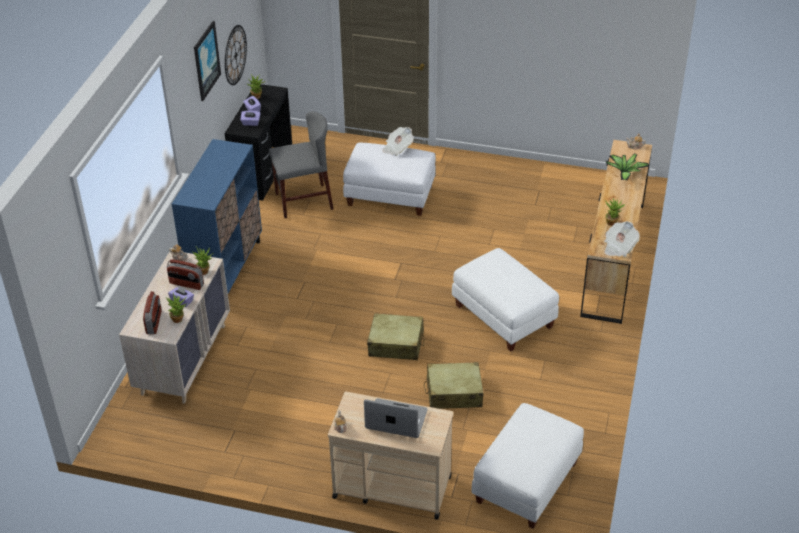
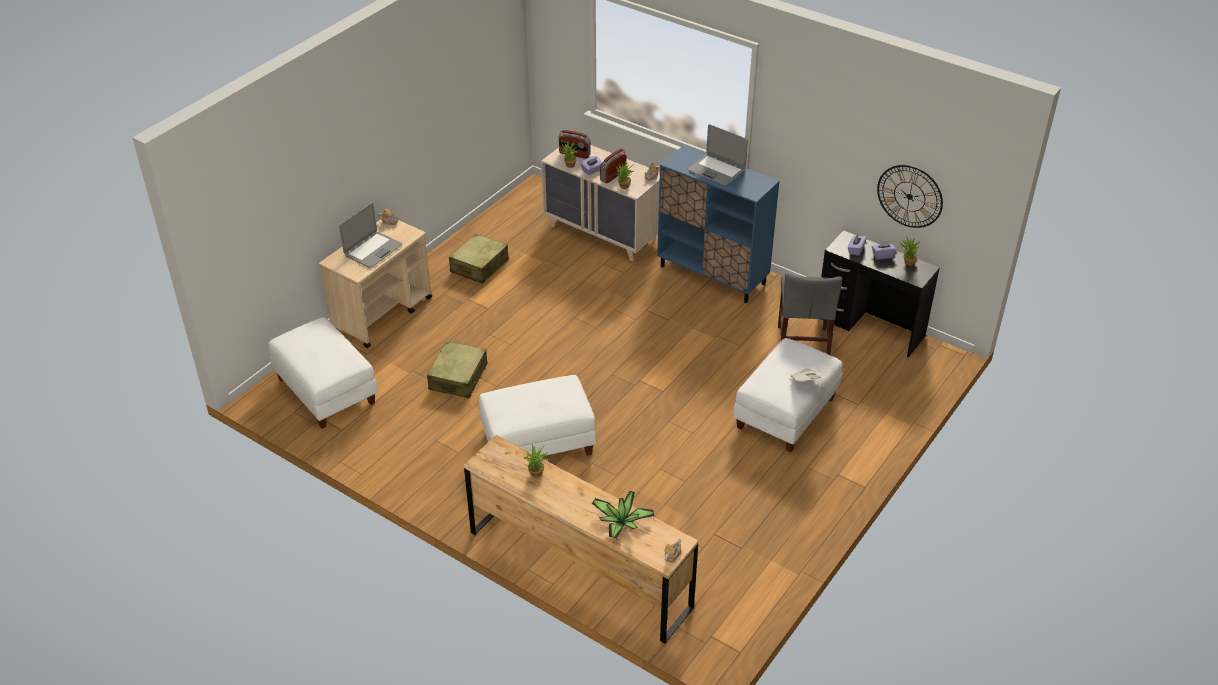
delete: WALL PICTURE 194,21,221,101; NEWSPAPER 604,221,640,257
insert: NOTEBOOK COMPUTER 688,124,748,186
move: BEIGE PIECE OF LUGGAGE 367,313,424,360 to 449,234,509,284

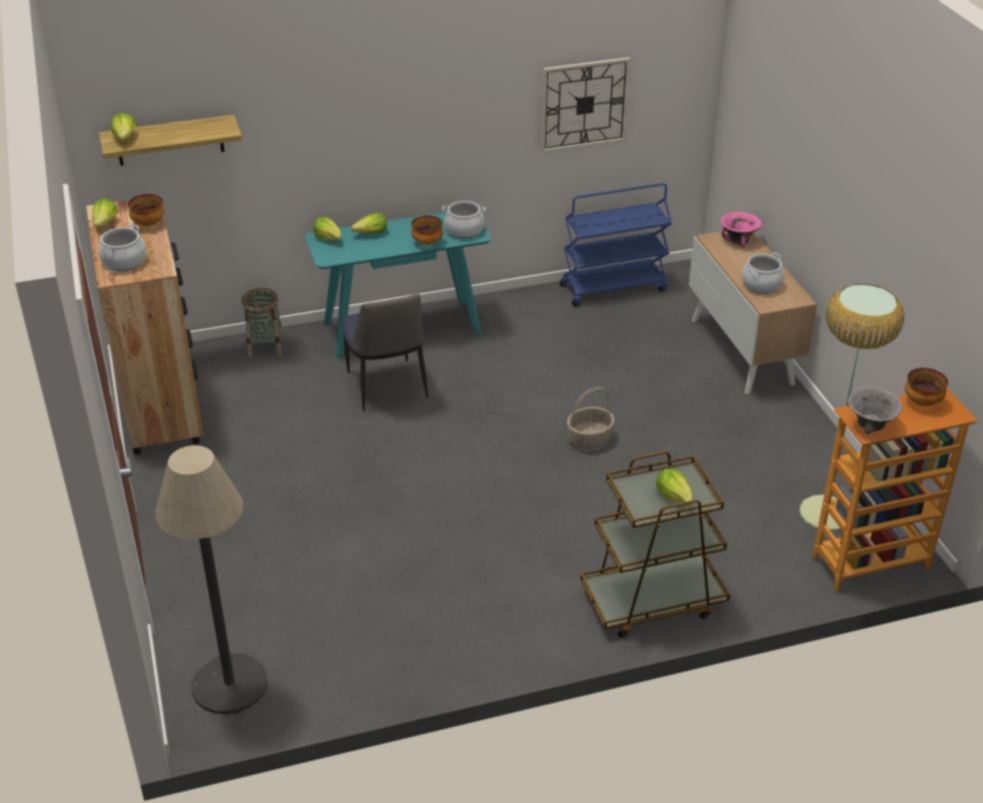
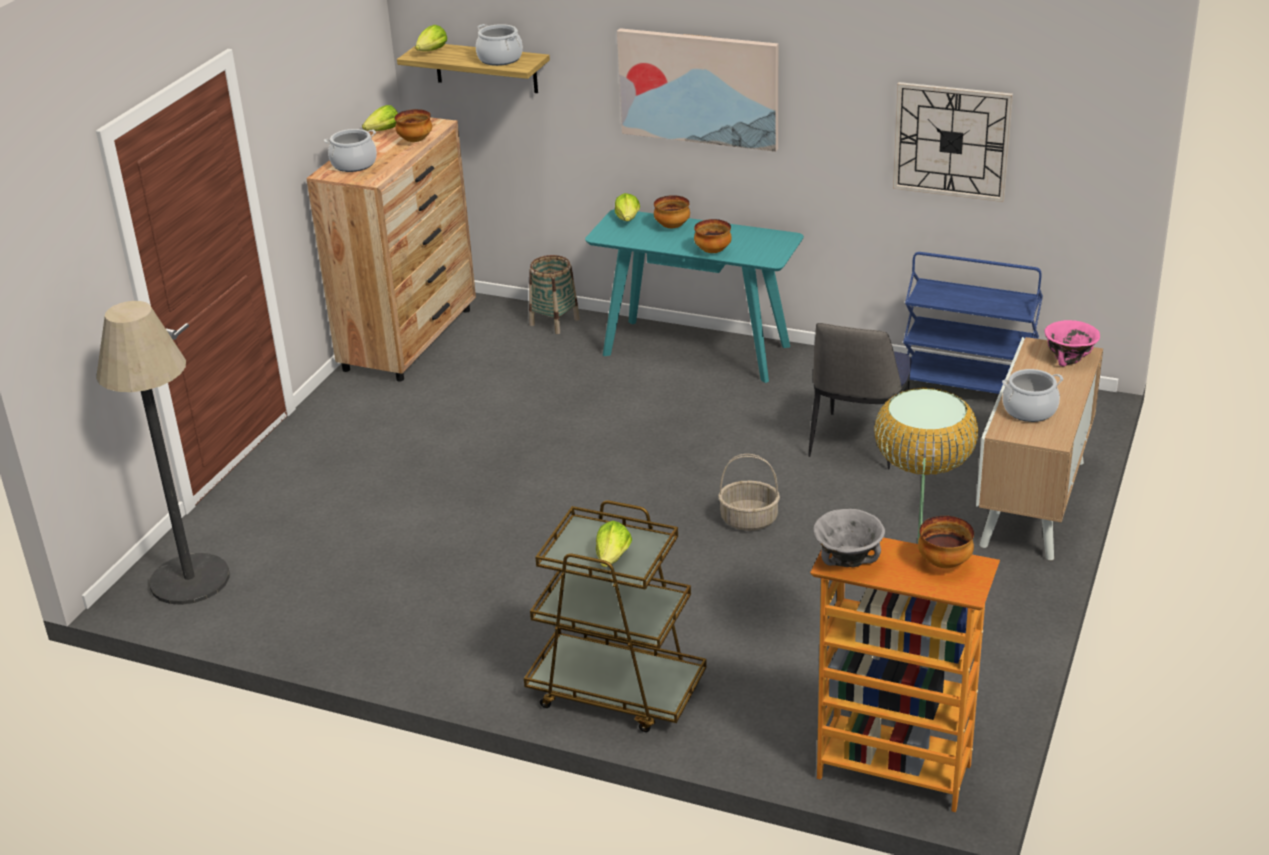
insert: WALL PICTURE 617,28,778,152
move: STOCKPOT 442,201,486,238 to 476,24,523,66; UPRIGHT CHAIR 342,294,428,412 to 808,323,912,469
replace: LETTUCE HEAD 351,213,387,234 to DEEP DISH 654,195,690,228

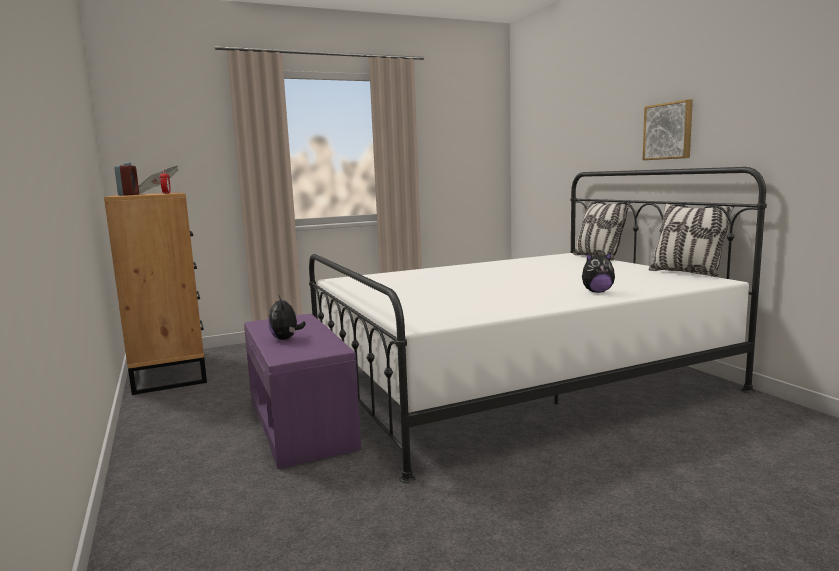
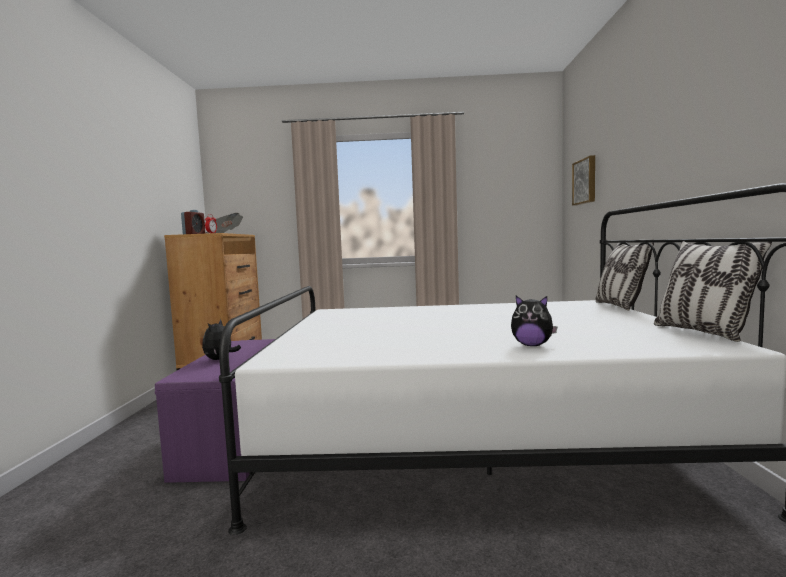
move: WALL PICTURE 643,99,693,160 to 572,155,595,206

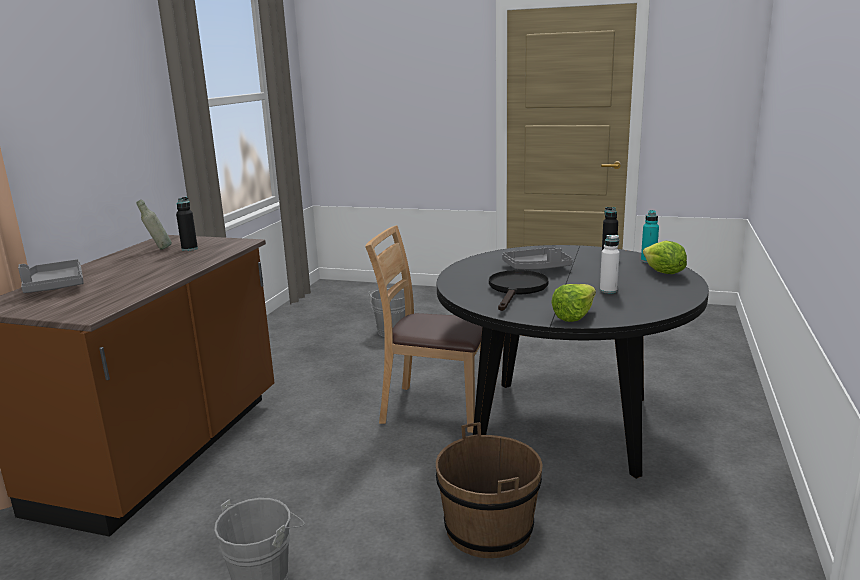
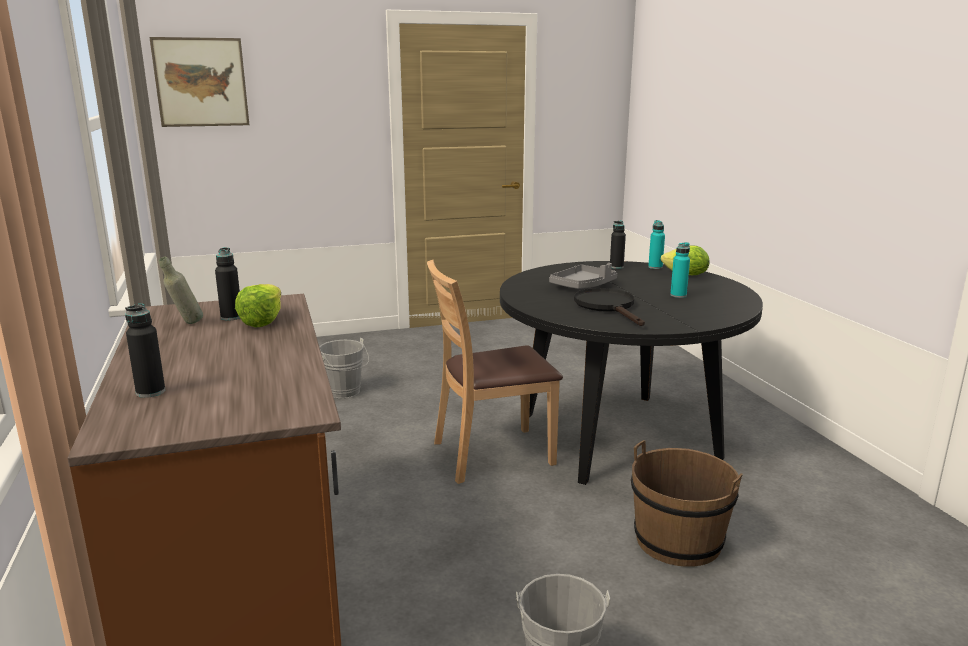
insert: WALL PICTURE 149,37,249,127
move: LETTUCE HEAD 551,284,596,322 to 235,284,281,327
replace: GREY CARRYING TRAY 18,259,84,293 to BLACKISH DRINK BOTTLE 125,304,165,398
recolor: WHITISH DRINK BOTTLE 600,235,619,294 to TURQUOISE DRINK BOTTLE 670,242,690,298

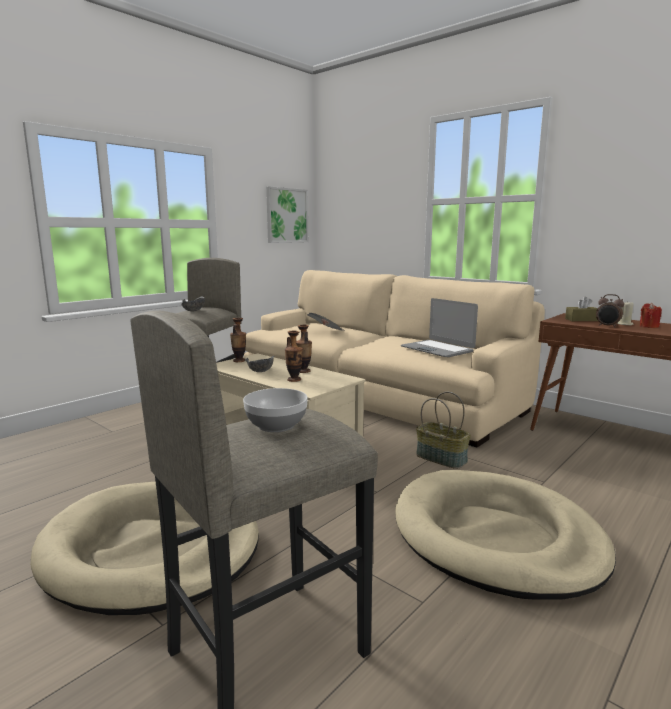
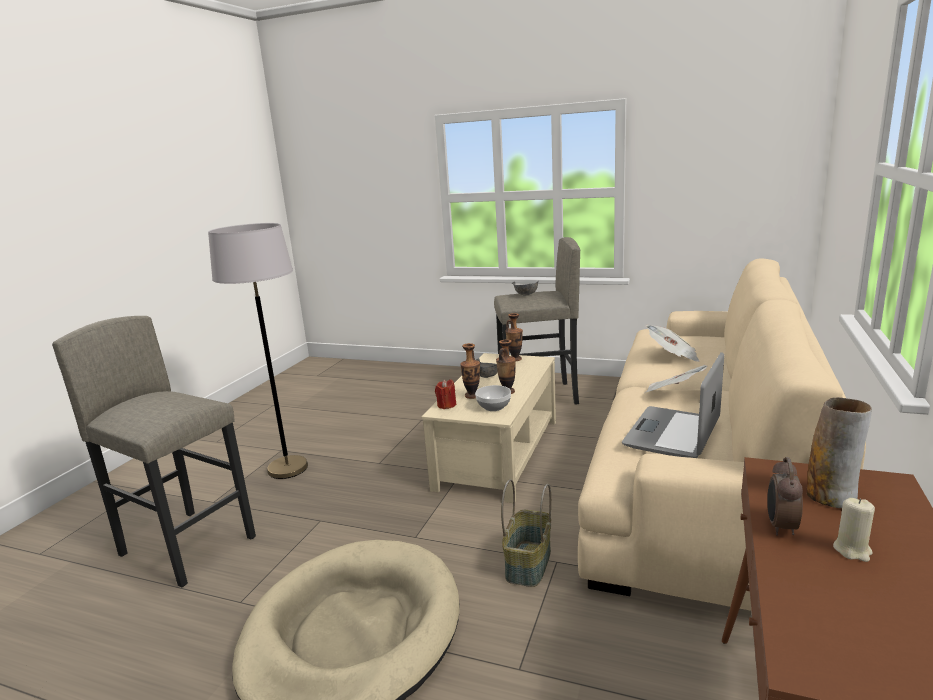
delete: WALL PICTURE 266,186,308,243
insert: NEWSPAPER 645,365,708,393
move: RED-COLOURED WAX LIGHT 640,303,662,328 to 435,379,457,409; DEEP DISH 243,388,308,432 to 475,385,511,411
replace: BEIGE PET BED 30,481,259,615 to GREY STANDING LAMP 208,223,308,479; BROWNISH TISSUE BOX 565,297,598,321 to FLOWER VASE 807,397,872,508

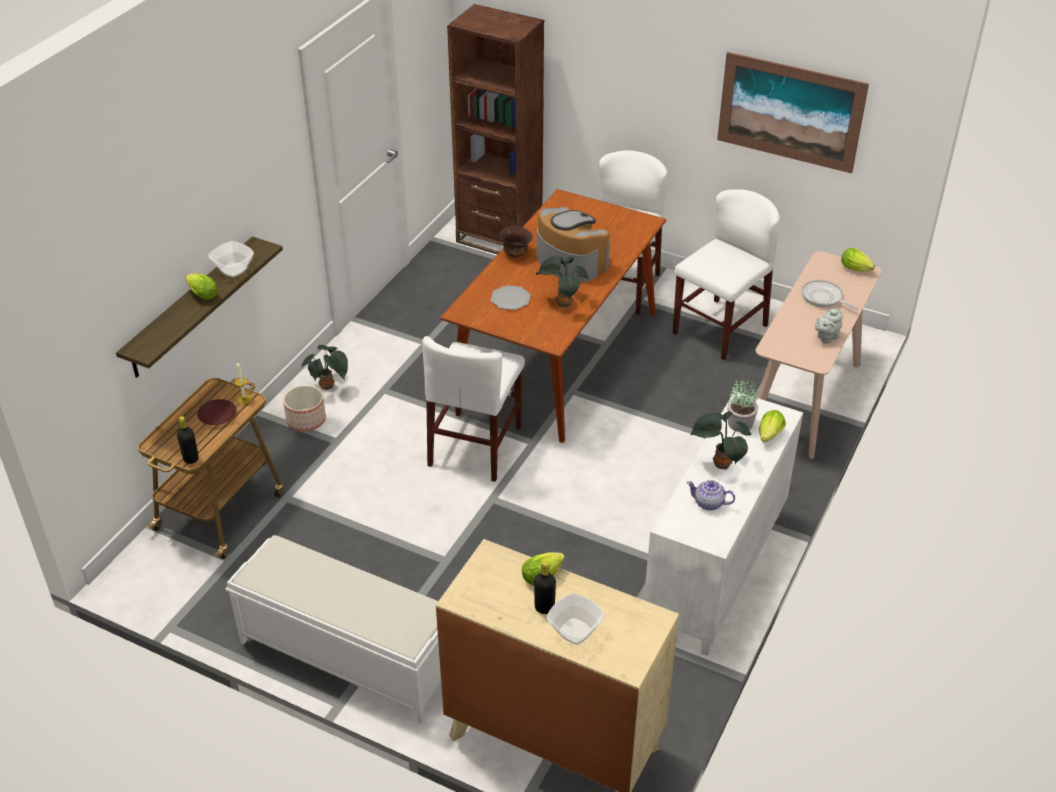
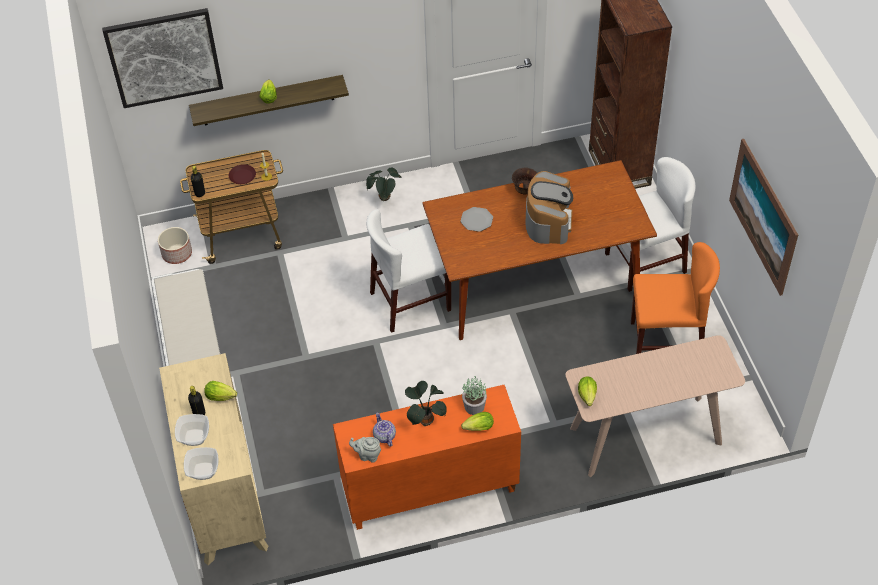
delete: POTTED PLANT 536,256,588,308; FRYING PAN 802,280,859,310
insert: WALL PICTURE 102,8,223,108
move: FLOWER POT 283,385,326,432 to 158,227,192,264; DEEP DISH 208,241,254,277 to 184,447,219,480; GREY TEA POT 815,308,843,343 to 349,437,381,462; LETTUCE HEAD 841,248,875,272 to 578,376,597,406
recolor: WHITISH CABINET 644,392,803,656 to ORANGE CABINET 333,385,521,530; WHITISH UPRIGHT CHAIR 673,189,780,360 to ORANGE UPRIGHT CHAIR 631,242,720,354

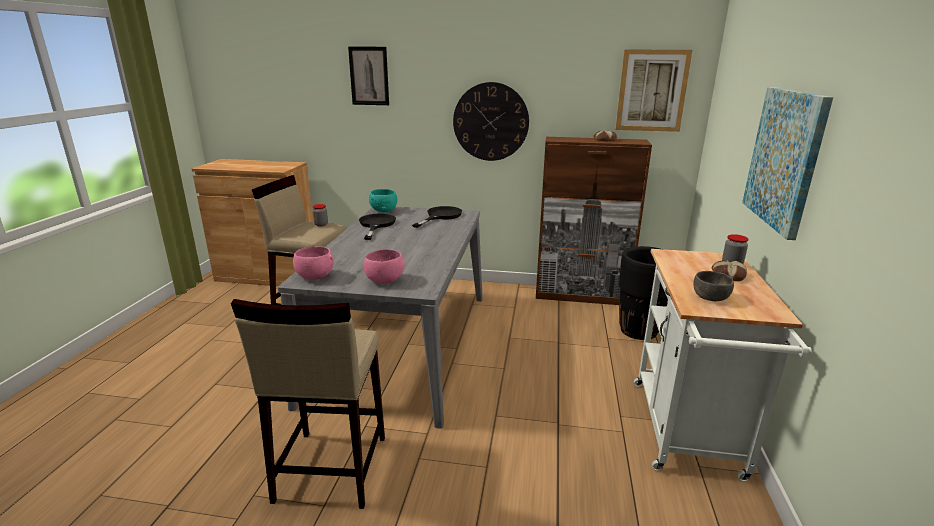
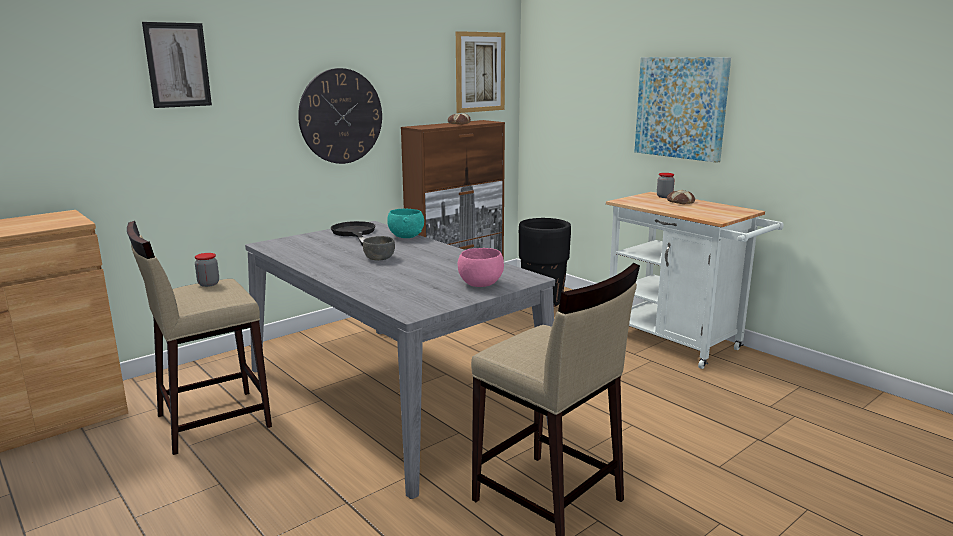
delete: PINKISH DEEP DISH 293,246,334,280; BLACKISH FRYING PAN 359,213,396,240
move: GREY DEEP DISH 693,271,734,301 to 363,236,395,260; TURQUOISE DEEP DISH 369,189,397,212 to 387,209,424,238

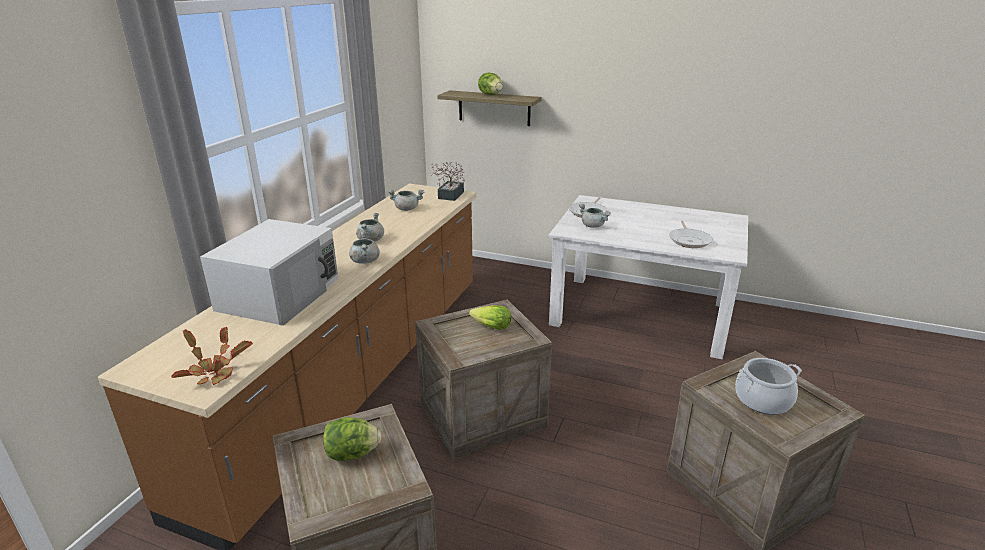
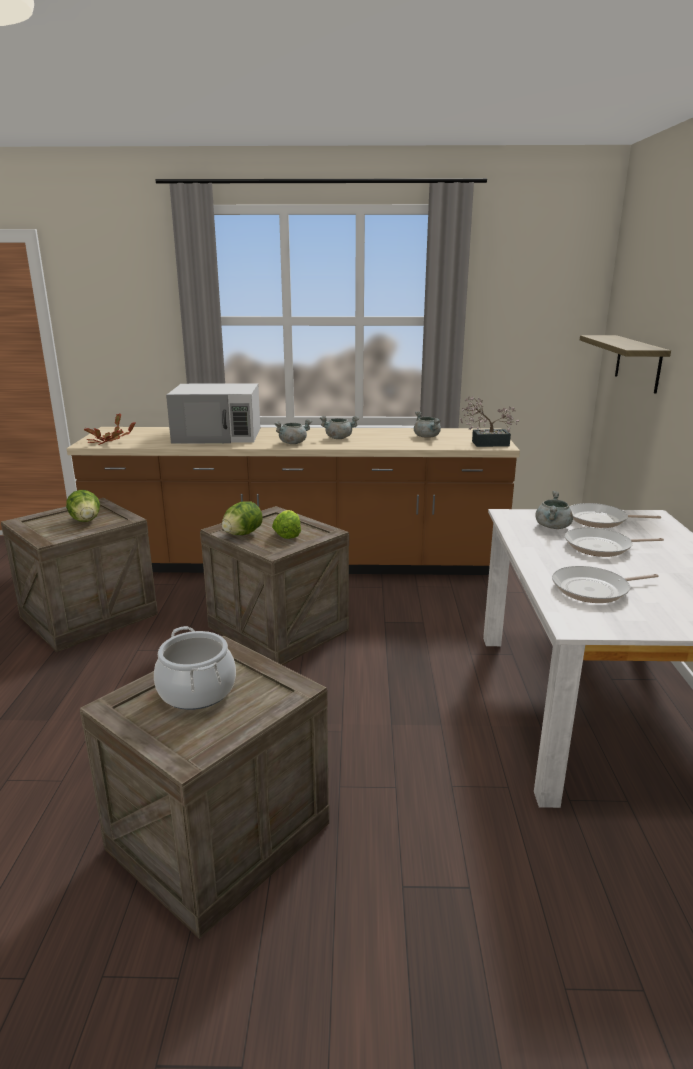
insert: FRYING PAN 565,527,664,557
move: LETTUCE HEAD 478,72,503,95 to 222,501,263,535

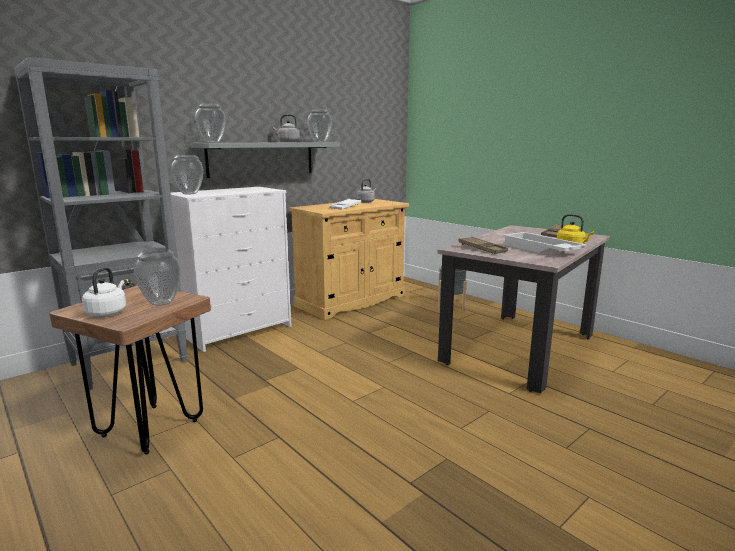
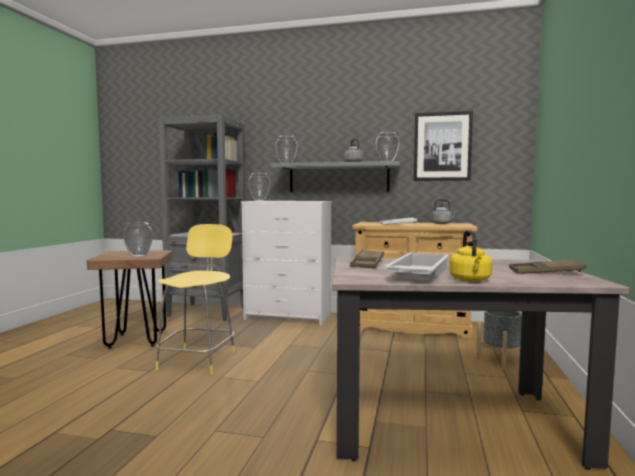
delete: WHITISH WATER KETTLE 82,267,126,316
insert: YELLOW-COLOURED STOOL SEAT 155,224,235,374; WALL PICTURE 414,111,473,181

